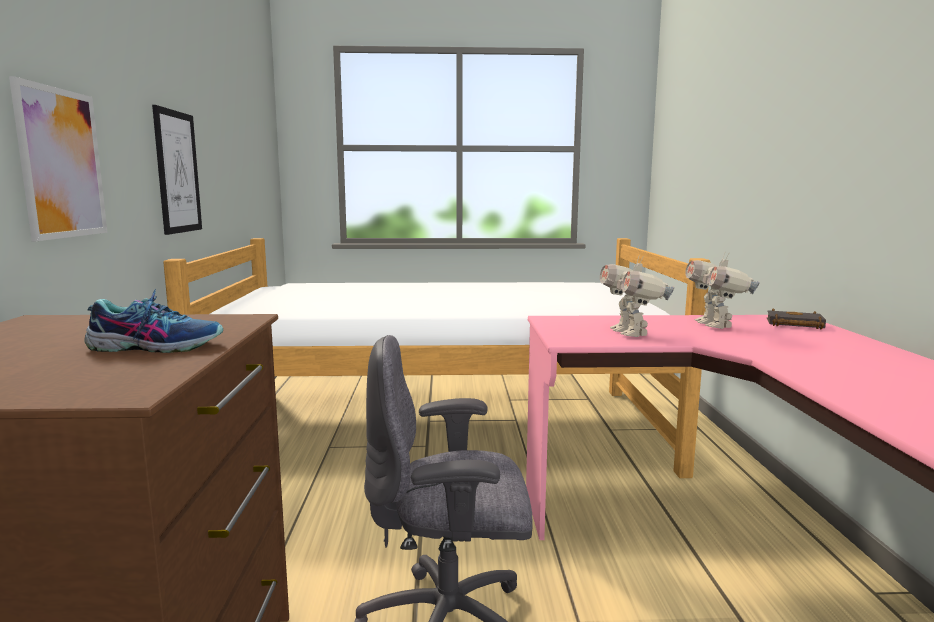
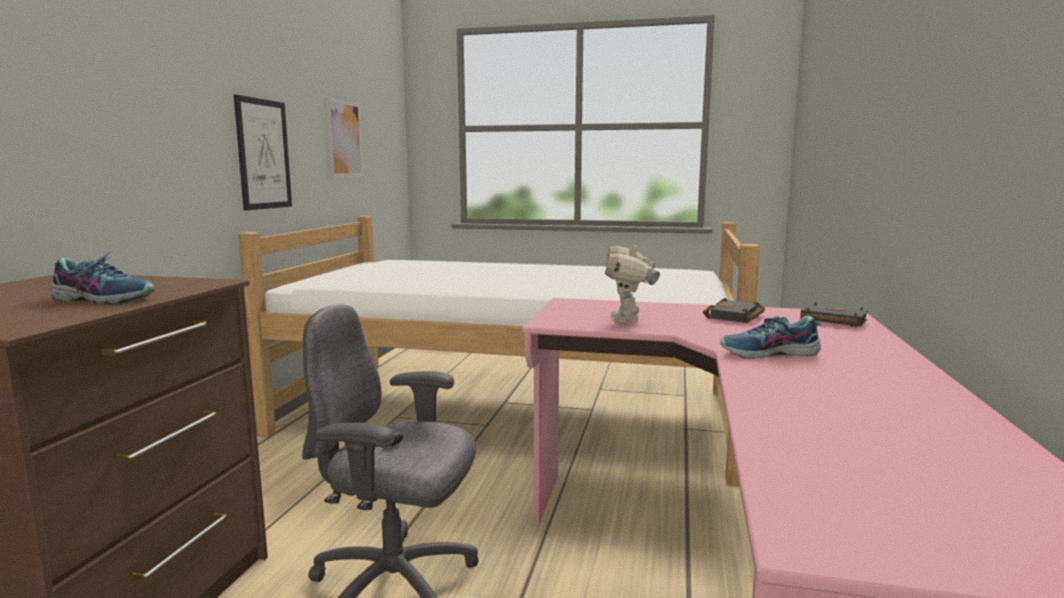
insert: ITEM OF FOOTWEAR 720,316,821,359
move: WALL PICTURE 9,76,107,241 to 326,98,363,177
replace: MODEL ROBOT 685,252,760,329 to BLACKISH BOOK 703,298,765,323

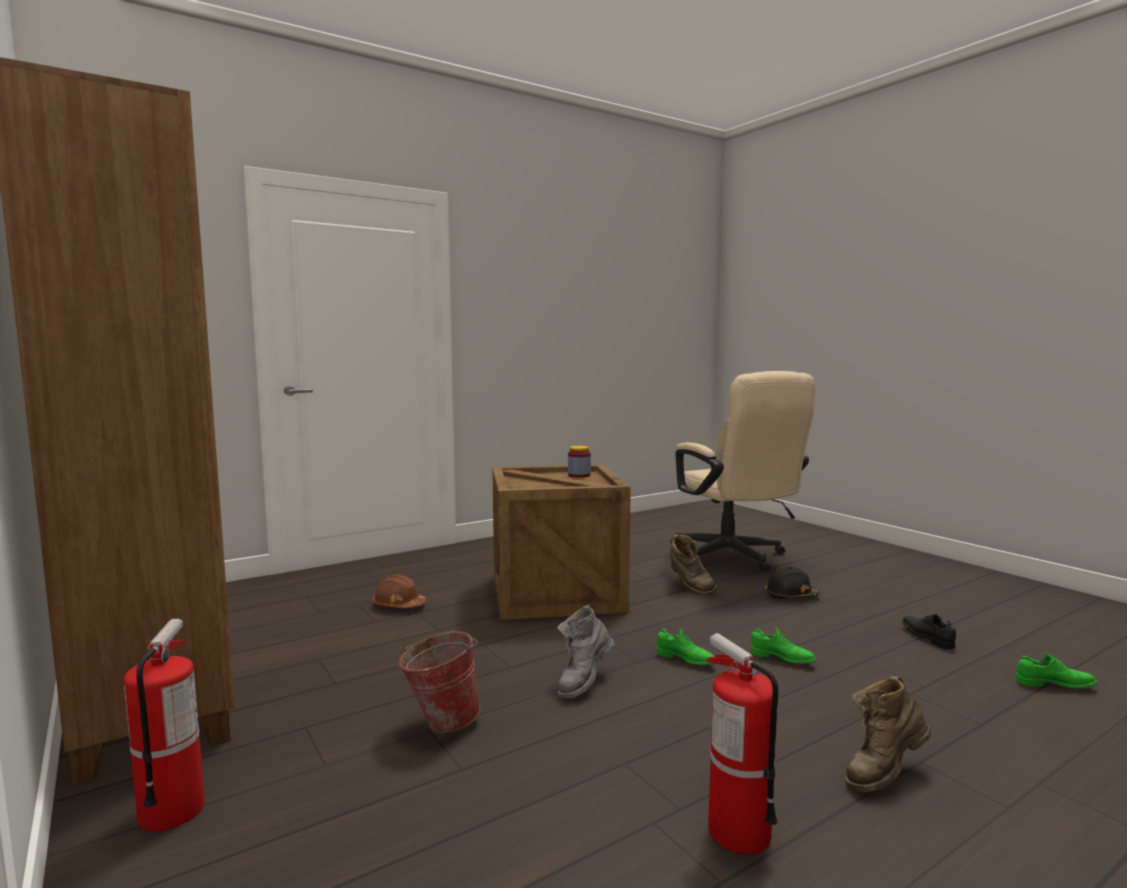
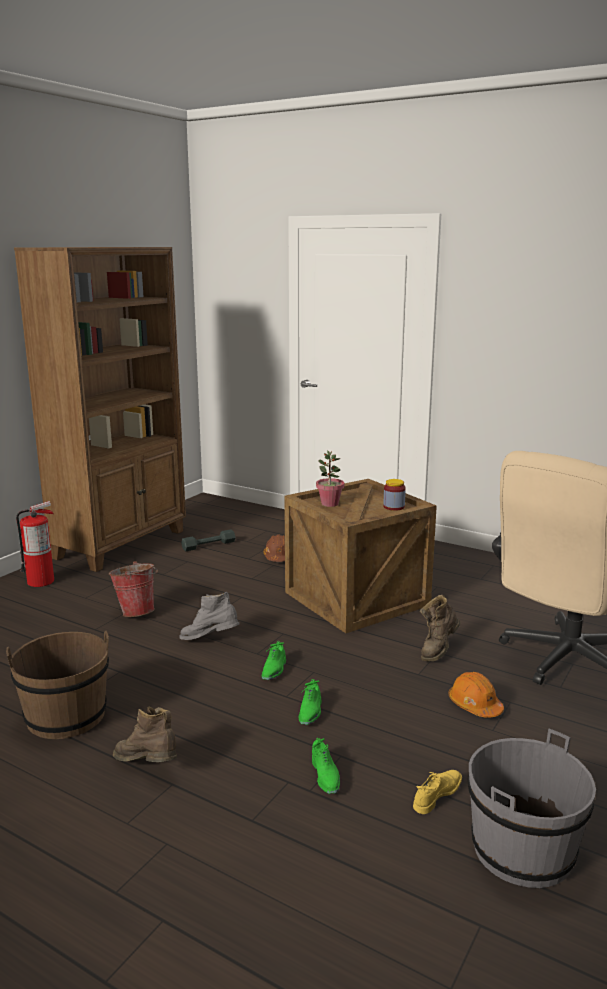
insert: GREY FREE WEIGHT 181,529,236,551; POTTED PLANT 316,450,344,507; GREY BUCKET 468,728,596,888
move: GREENISH ITEM OF FOOTWEAR 1015,652,1098,688 to 312,738,340,794
replace: FIRE-FIGHTING CYLINDER 706,633,778,854 to BROWNISH BUCKET 6,631,109,739
recolor: BLACKISH ITEM OF FOOTWEAR 902,614,956,649 to YELLOW-COLOURED ITEM OF FOOTWEAR 413,770,462,814; BLACKISH WORK HELMET 765,567,819,599 to ORANGE WORK HELMET 448,672,504,718

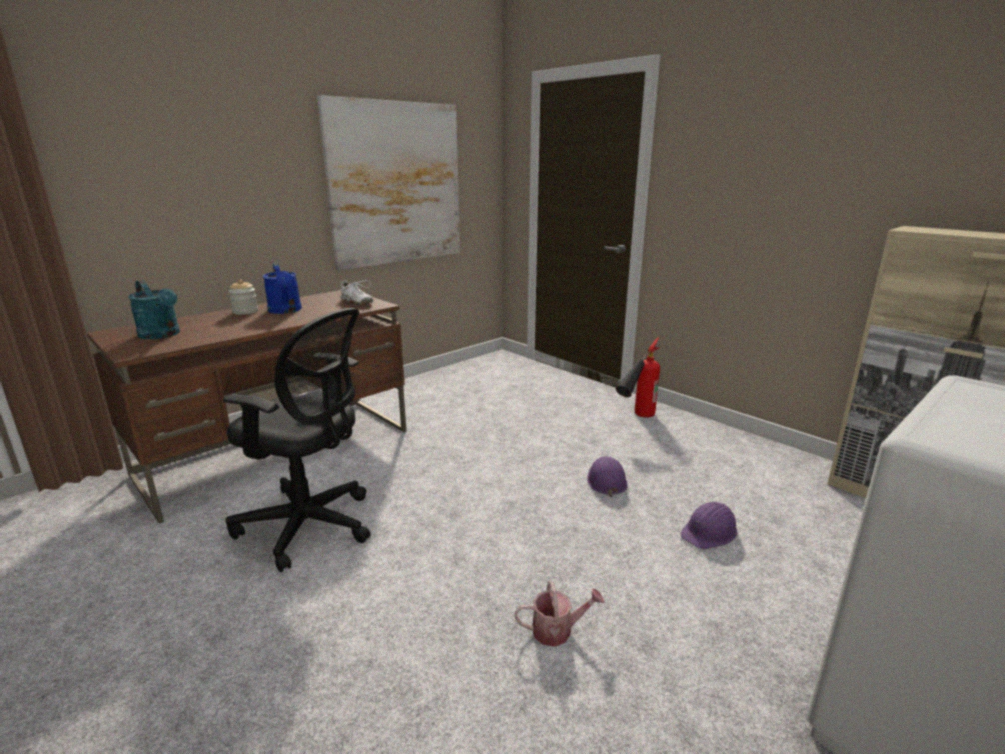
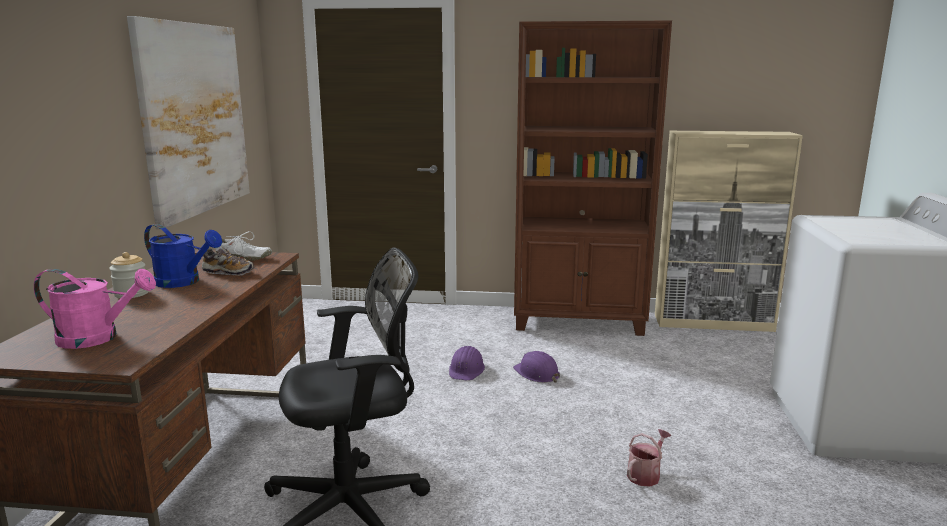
delete: FIRE-FIGHTING CYLINDER 616,337,660,418
insert: ITEM OF FOOTWEAR 202,247,254,276; BROWNISH SHELVING UNIT 514,20,672,336
move: PURPLE-COLOURED WORK HELMET 680,502,738,549 to 449,346,485,381
recolor: TURQUOISE WATERING POT 128,280,180,339 to PINKISH WATERING POT 34,269,156,349

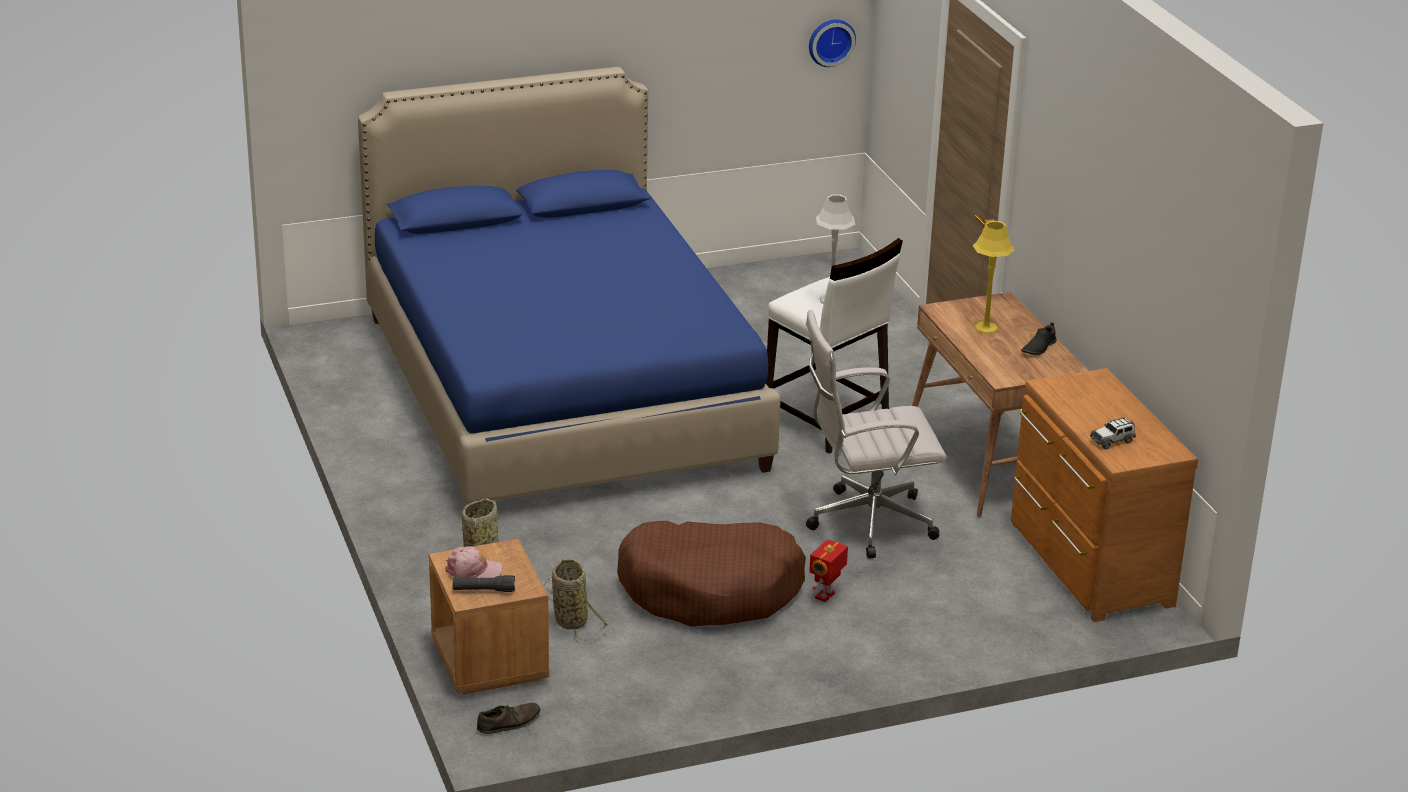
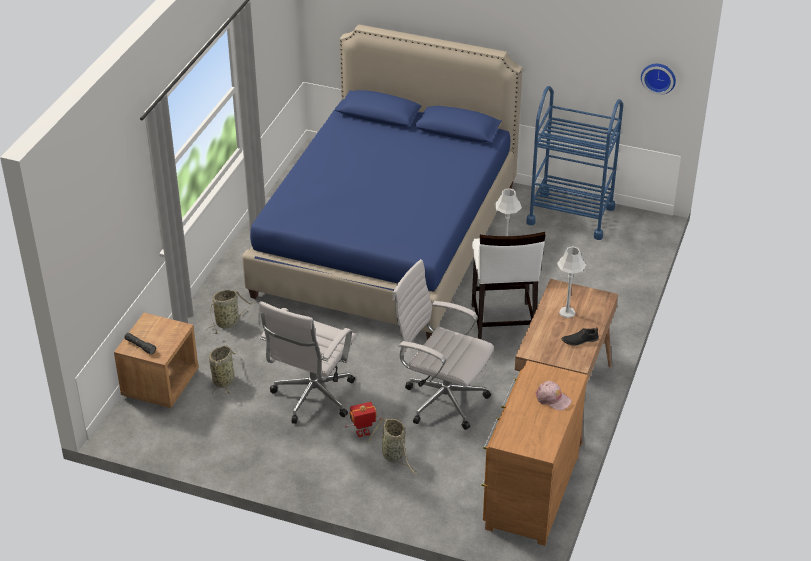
delete: BROWNISH ITEM OF FOOTWEAR 477,702,540,734; MINIATURE CAR 1090,417,1136,449
insert: HOUSEHOLD BASKET 367,418,418,475; BLUE-COLOURED TROLLEY 526,86,623,240
move: PINKISH BASEBALL CAP 445,546,503,578 to 535,381,572,411
replace: BROWNISH PET BED 617,521,806,626 to WHITISH COMPUTER CHAIR 259,301,357,424
recolor: YELLOW-COLOURED TABLE LAMP 973,221,1015,334 to GREY TABLE LAMP 557,246,586,318

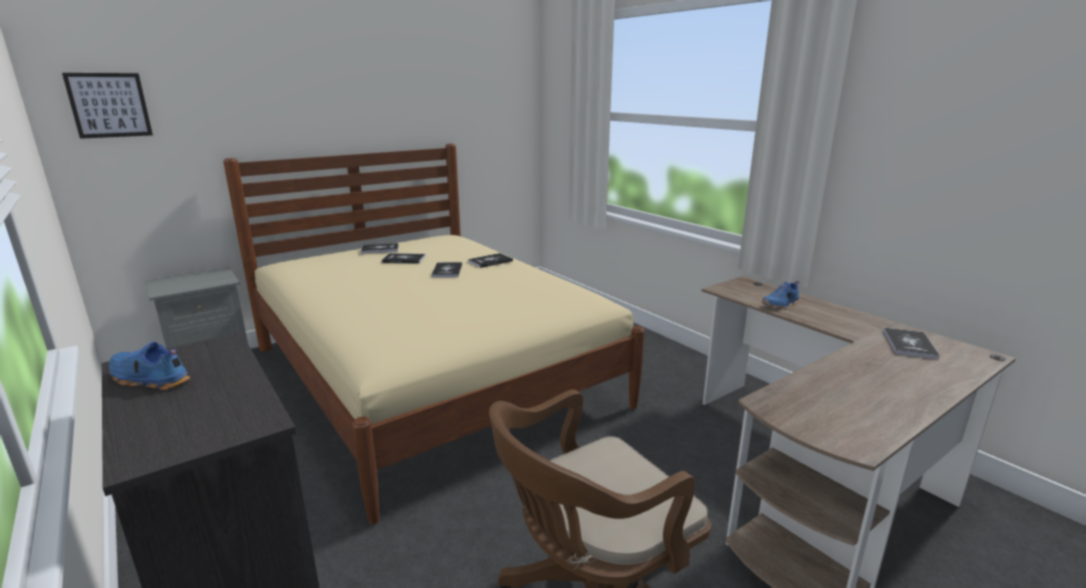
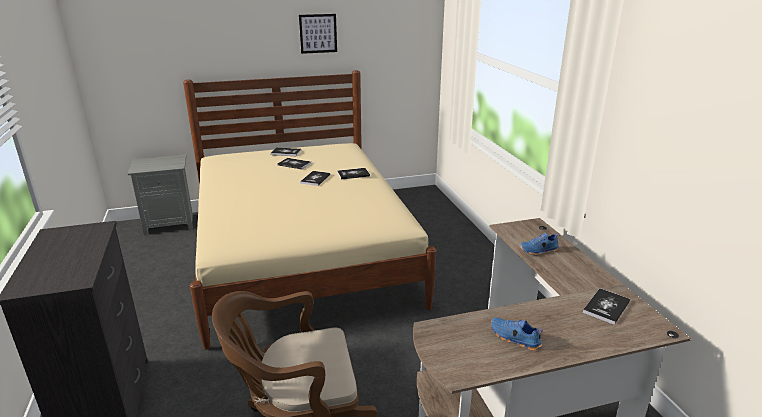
move: WALL PICTURE 62,73,153,139 to 299,14,337,54; BLUE-COLOURED ITEM OF FOOTWEAR 109,341,190,390 to 491,317,543,350

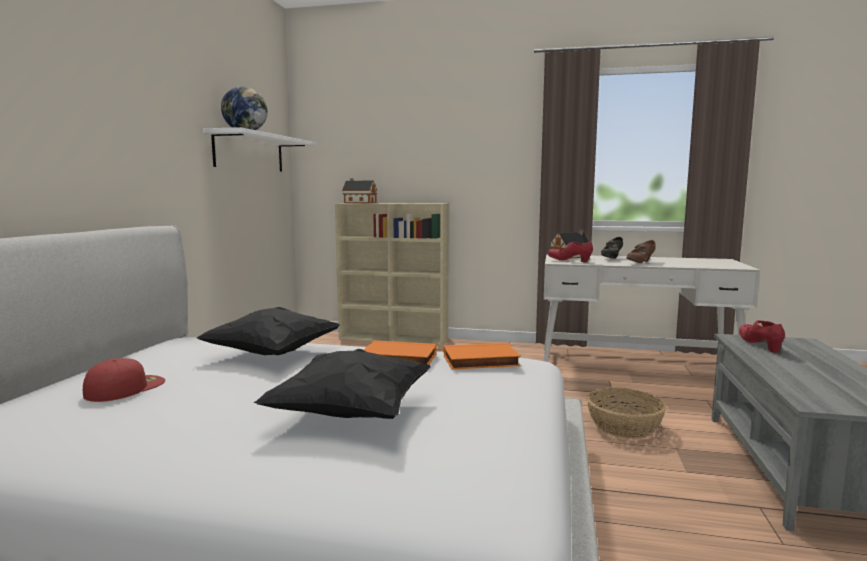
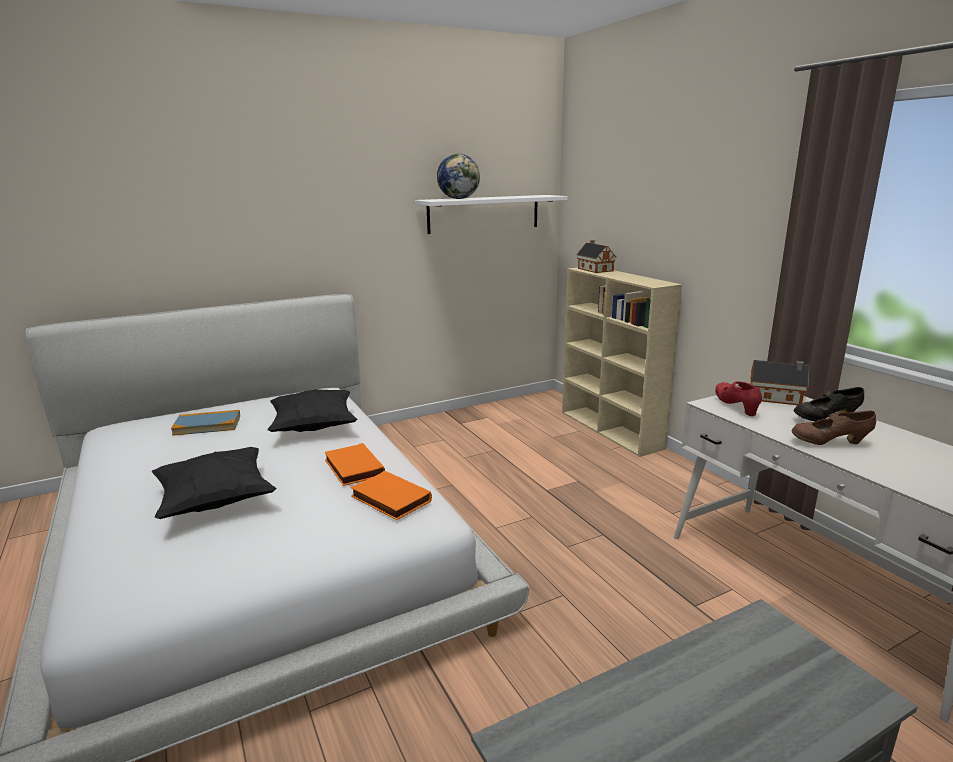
delete: HOUSEHOLD BASKET 586,387,667,439; RED-COLOURED ITEM OF FOOTWEAR 739,320,785,353
replace: RED-COLOURED BASEBALL CAP 83,358,165,402 to BOOK 171,410,240,436

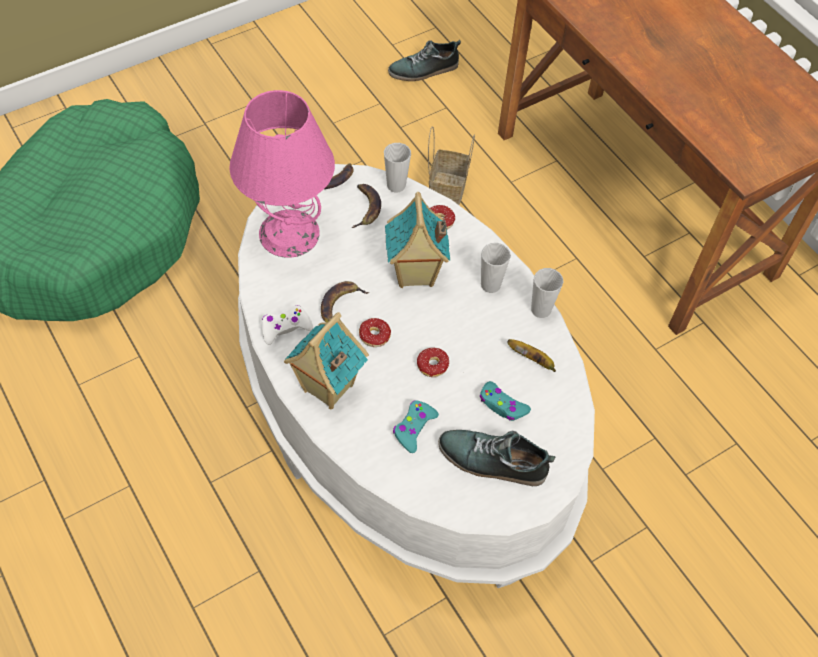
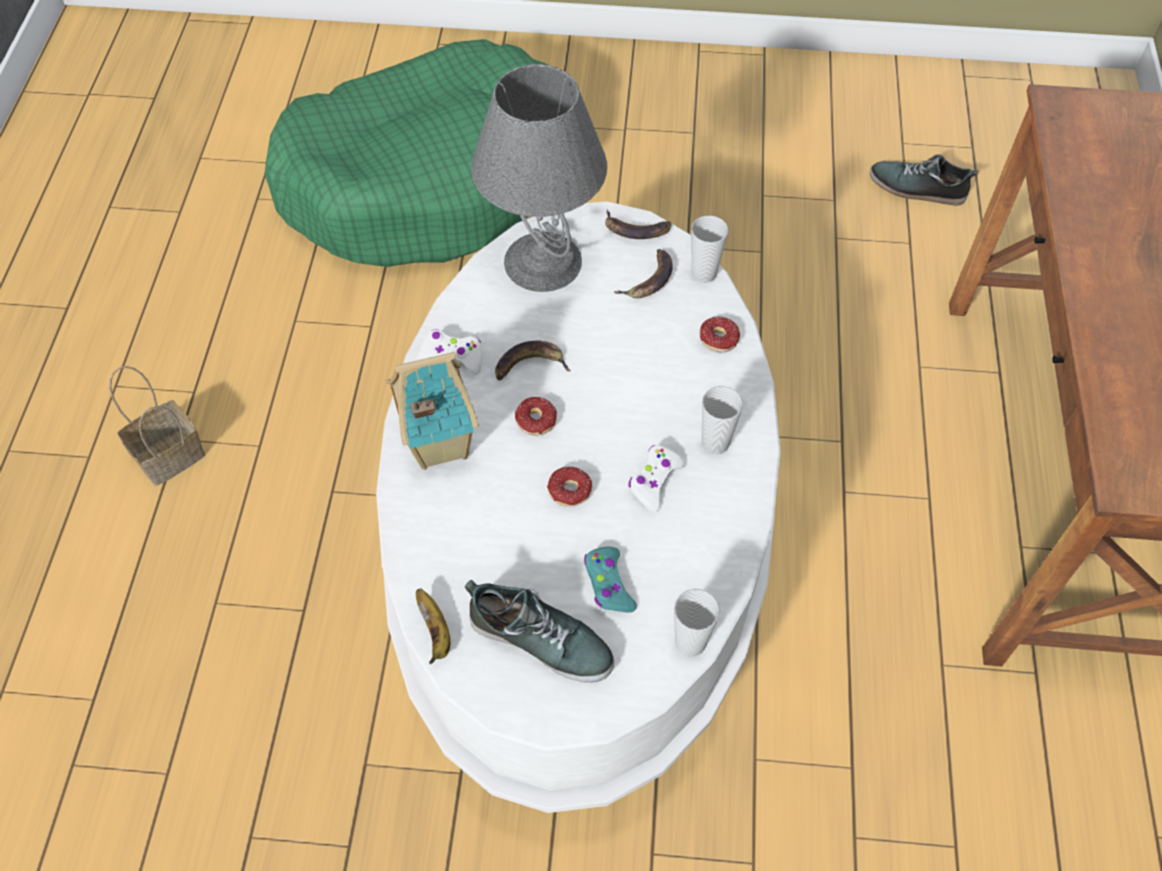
delete: TOY HOUSE 385,192,450,288; TURQUOISE GAMEPAD 393,401,439,453
insert: WHITISH GAMEPAD 628,445,686,512
move: HOUSEHOLD BASKET 428,126,475,205 to 109,366,206,486; BANANA 507,339,556,372 to 416,588,450,664; DRINKING CUP 531,268,563,318 to 674,589,720,657
recolor: PINKISH TABLE LAMP 229,90,335,258 to GREY TABLE LAMP 471,64,607,292
rotate: ITEM OF FOOTWEAR 438,430,555,486 = 465,580,614,682 150 degrees clockwise

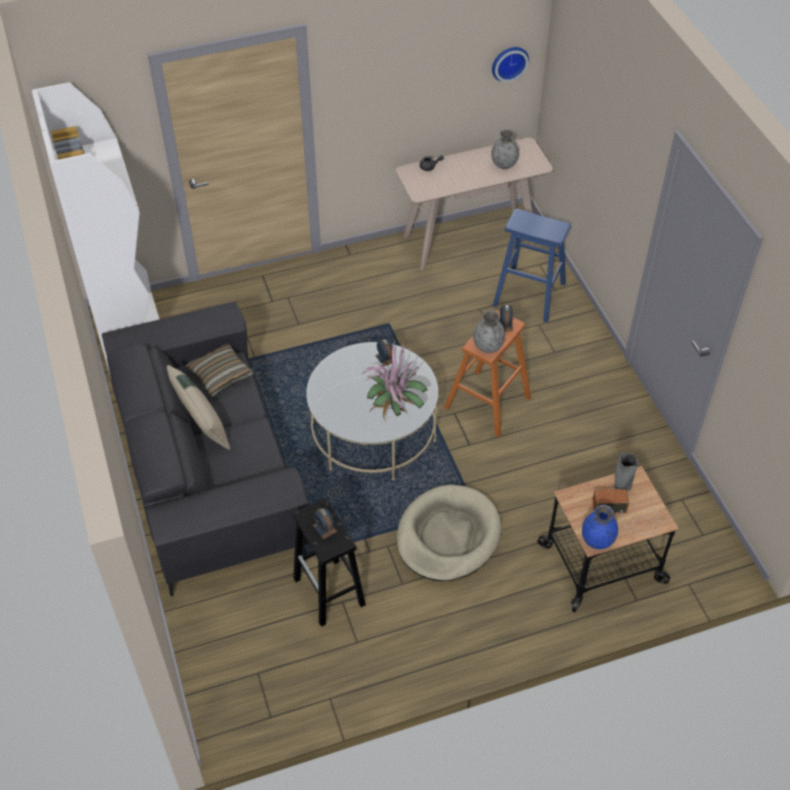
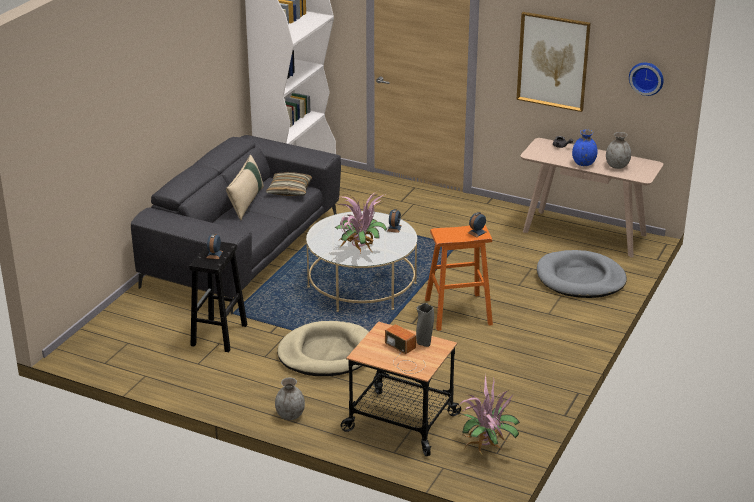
insert: POTTED PLANT 458,374,520,456; WALL PICTURE 516,12,591,112
move: GREY FLOWER VASE 473,310,505,353 to 275,377,305,420; BLUE-COLOURED FLOWER VASE 582,505,618,549 to 572,130,598,166
replace: BLUE-COLOURED STOOL SEAT 492,209,571,322 to GREY PET BED 537,250,627,298

